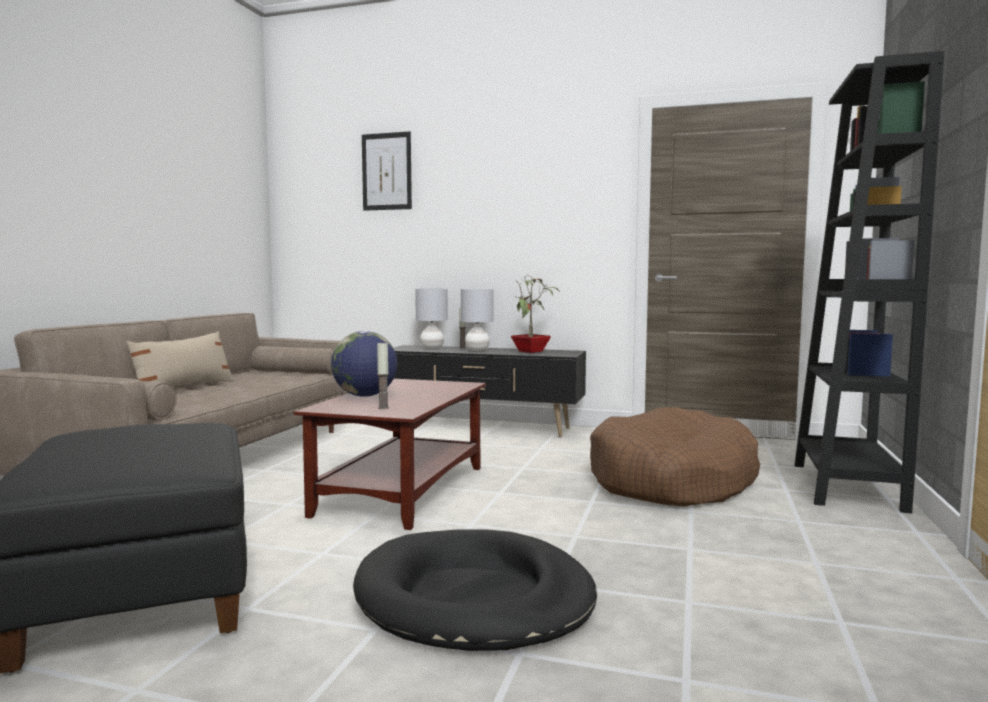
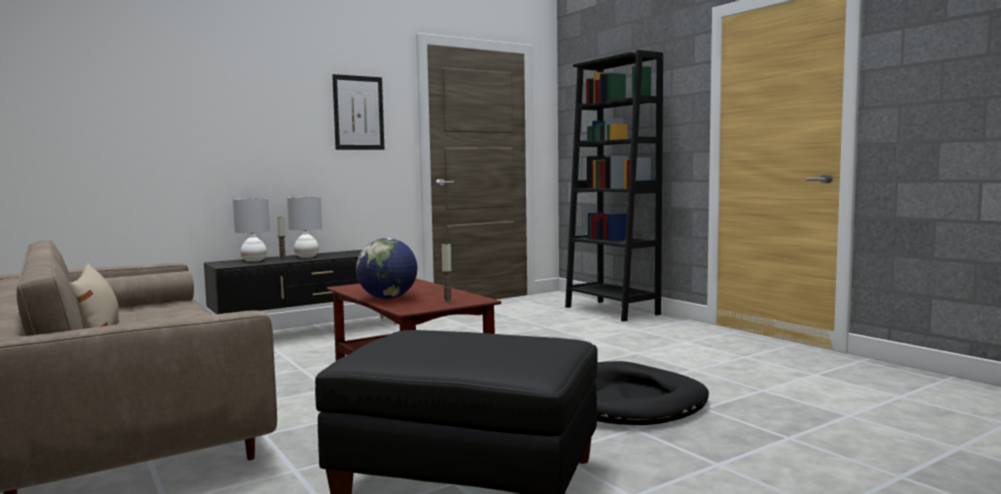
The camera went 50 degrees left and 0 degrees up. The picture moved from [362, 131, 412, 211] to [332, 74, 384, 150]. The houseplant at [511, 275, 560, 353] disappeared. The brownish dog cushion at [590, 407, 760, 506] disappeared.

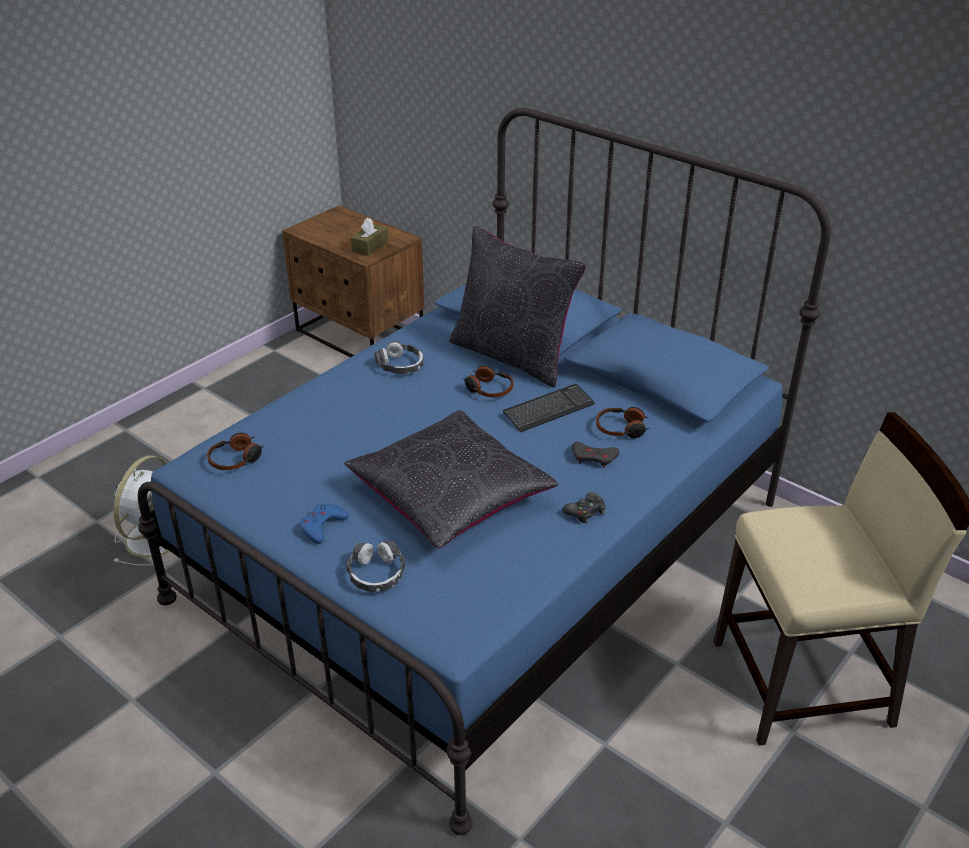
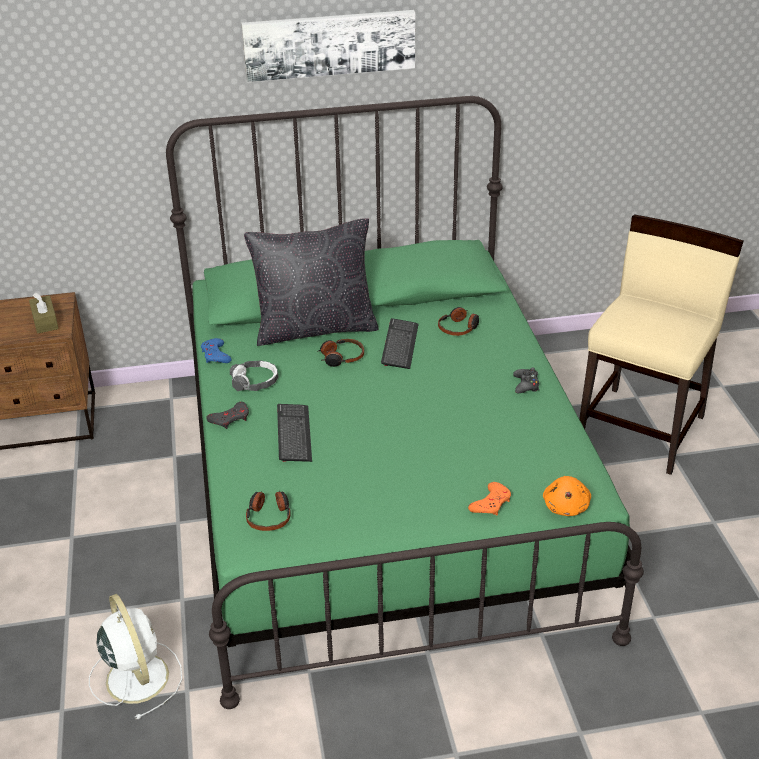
The camera went 50 degrees left and 0 degrees up. The blue-coloured bed at [138, 108, 831, 835] became the green bed at [166, 96, 644, 709]. The blue-coloured gamepad moved from [300, 503, 349, 544] to [201, 338, 232, 363]. The blackish throw pillow at [344, 410, 558, 549] disappeared. The pair of headphones at [347, 541, 405, 592] was replaced by the orange-coloured gamepad at [468, 482, 511, 515]. The grey gamepad moved from [572, 442, 619, 468] to [206, 402, 249, 429]. The picture at [242, 10, 415, 82] appeared. The PC keyboard at [277, 404, 312, 462] appeared. The orange-coloured cuddly toy at [543, 476, 591, 516] appeared.

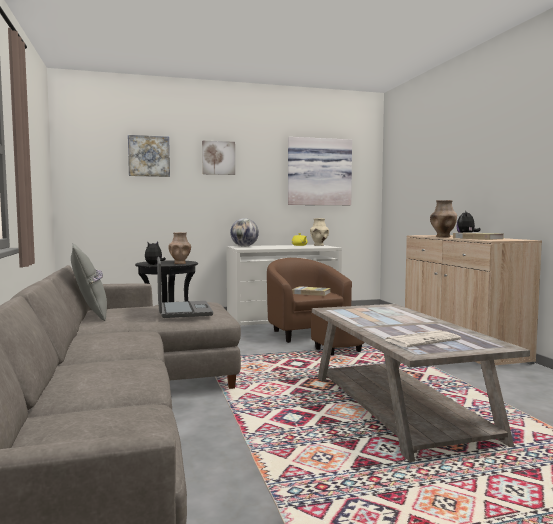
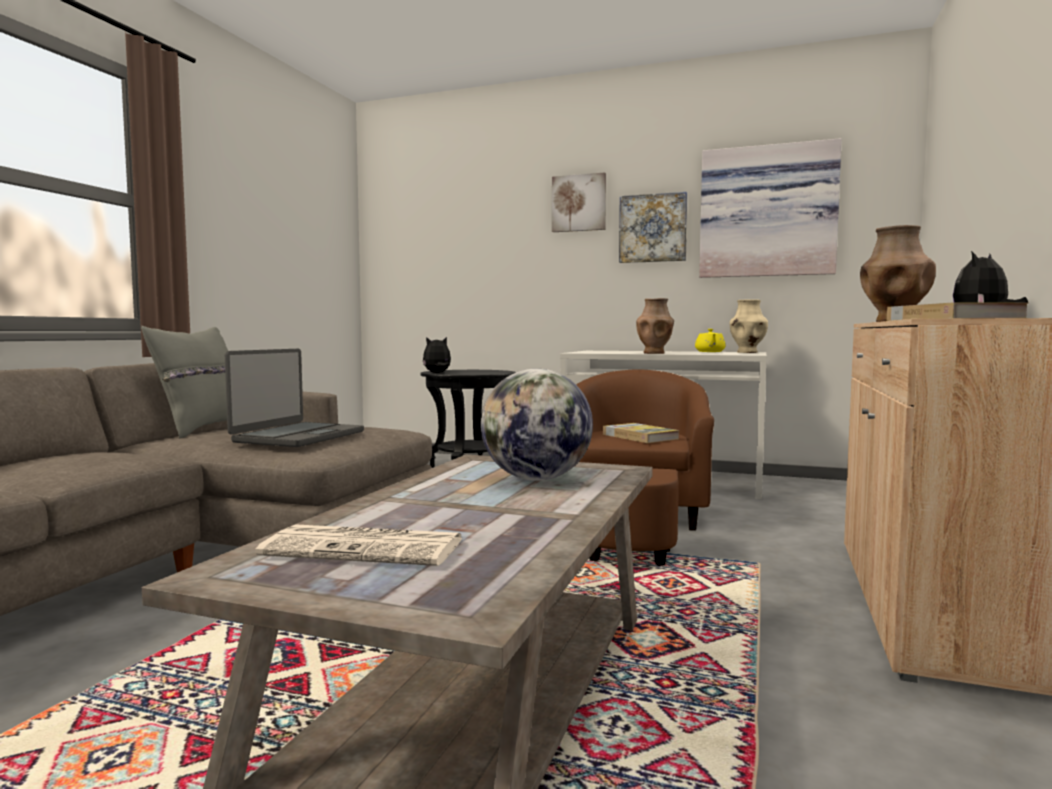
The camera went 35 degrees right and 0 degrees up. The picture moved from [128, 135, 170, 177] to [619, 192, 687, 263]. The brownish decorative vase moved from [169, 232, 191, 264] to [636, 298, 674, 354]. The desk globe moved from [230, 218, 259, 247] to [481, 368, 593, 481].

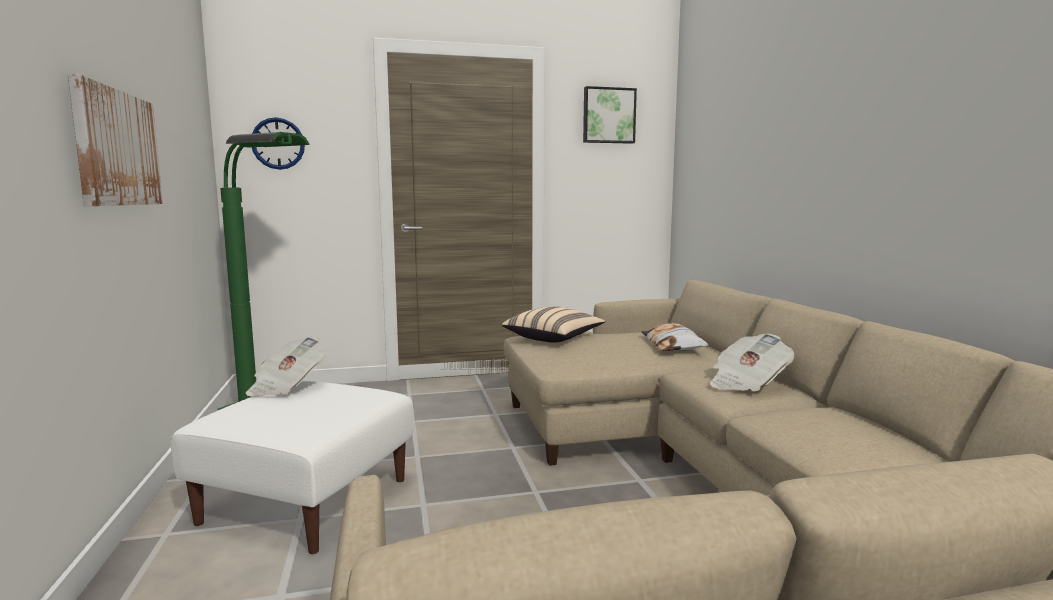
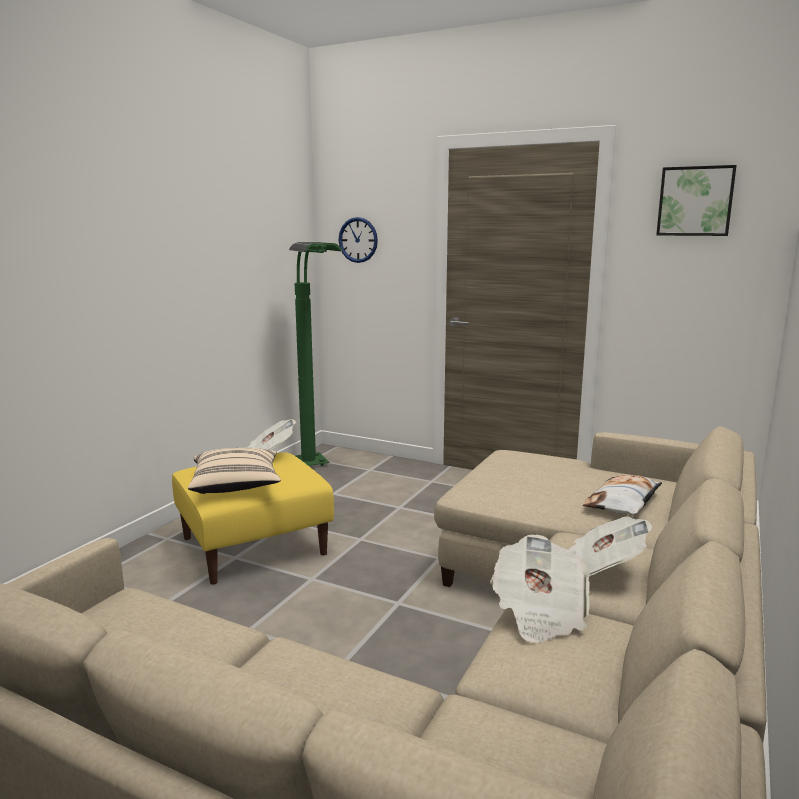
The camera went 40 degrees right and 5 degrees up. The picture at [68, 74, 163, 206] disappeared. The white ottoman at [171, 381, 414, 554] became the yellowish ottoman at [172, 452, 334, 584]. The sand-coloured throw pillow moved from [502, 306, 605, 343] to [188, 448, 281, 494]. The daily paper at [491, 535, 590, 643] appeared.

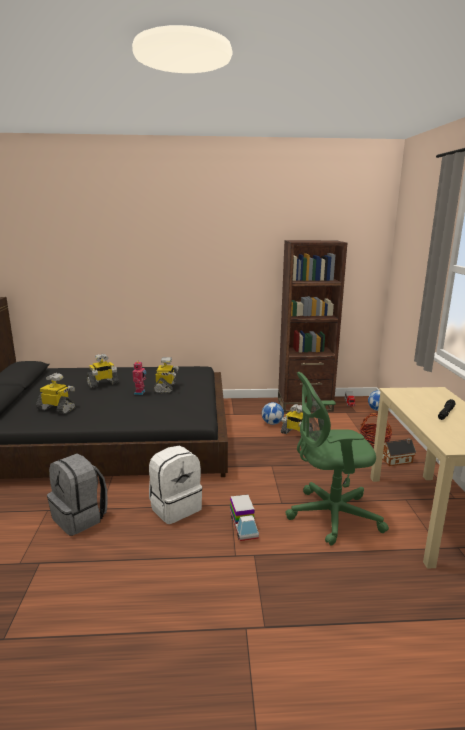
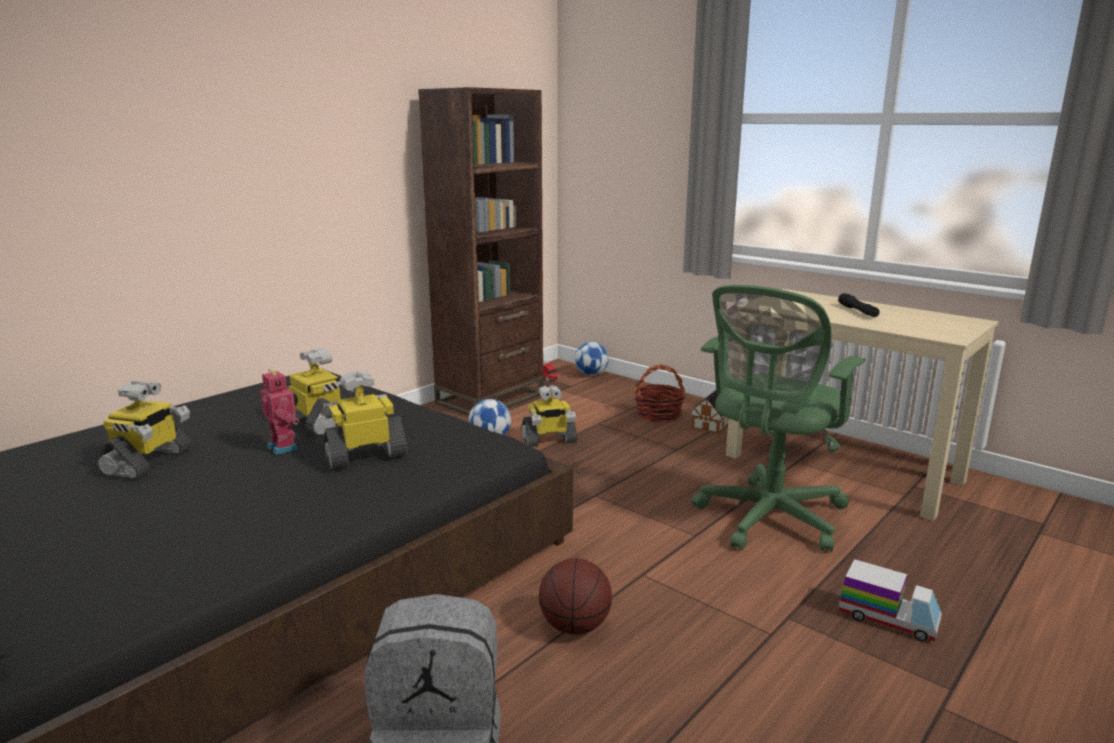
The camera went 45 degrees left and 0 degrees up. The robot figure moved from [36, 373, 76, 414] to [323, 371, 407, 469]. The white backpack at [149, 446, 202, 524] was replaced by the basketball ball at [539, 558, 612, 635]. The model truck moved from [230, 494, 259, 541] to [838, 559, 942, 641].

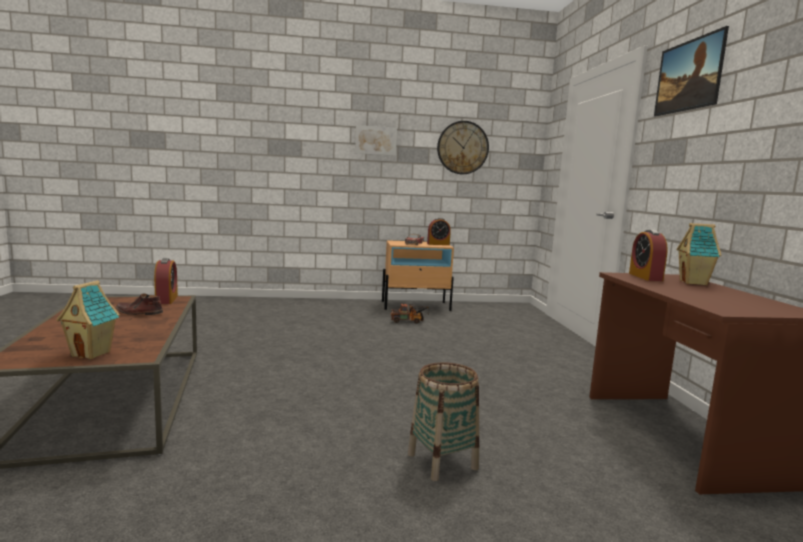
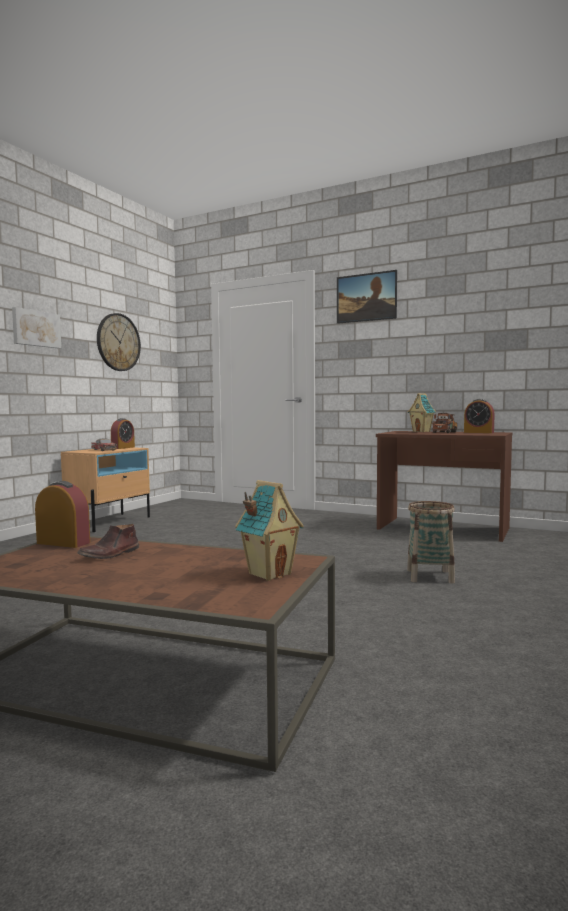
The camera went 55 degrees left and 5 degrees down. The model truck moved from [391, 304, 429, 324] to [432, 413, 458, 433]. The bedside clock moved from [629, 230, 668, 281] to [464, 399, 495, 433].

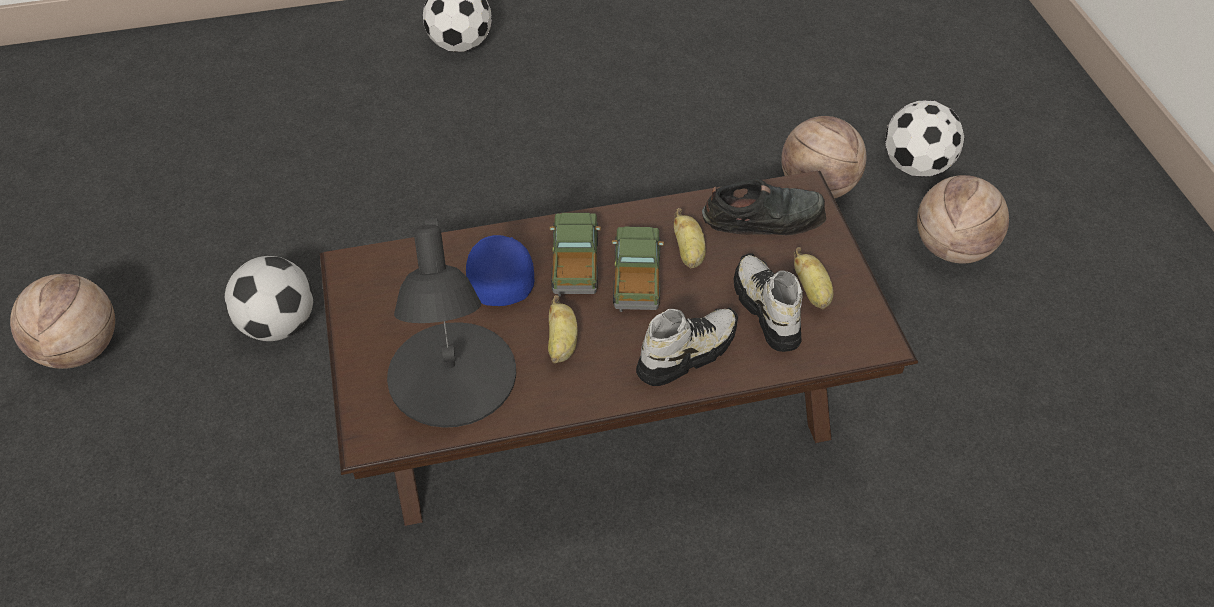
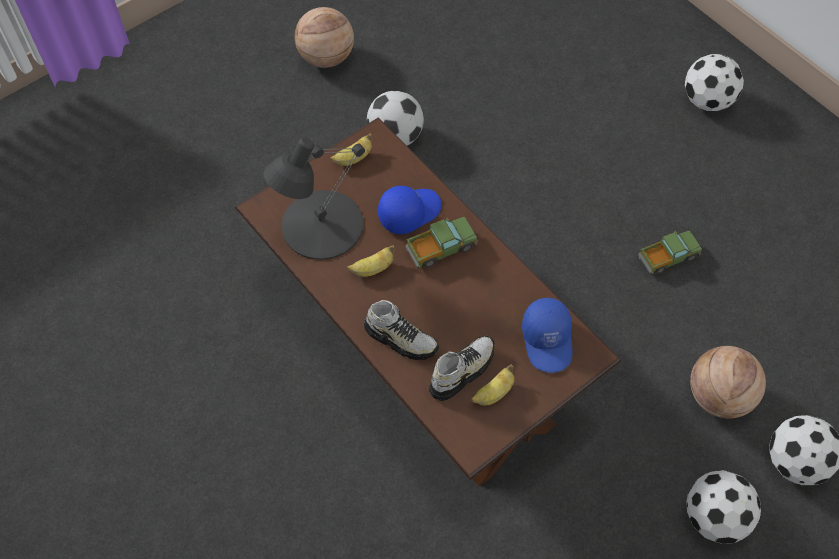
The camera went 65 degrees right and 10 degrees up. The model truck moved from [612, 227, 664, 312] to [638, 231, 702, 274]. The whole banana moved from [674, 208, 706, 268] to [330, 133, 372, 166]. The blackish shoe at [702, 179, 826, 235] was replaced by the blue-coloured cap at [522, 298, 572, 373]. The basketball ball at [917, 175, 1009, 264] was replaced by the football at [687, 470, 761, 544].

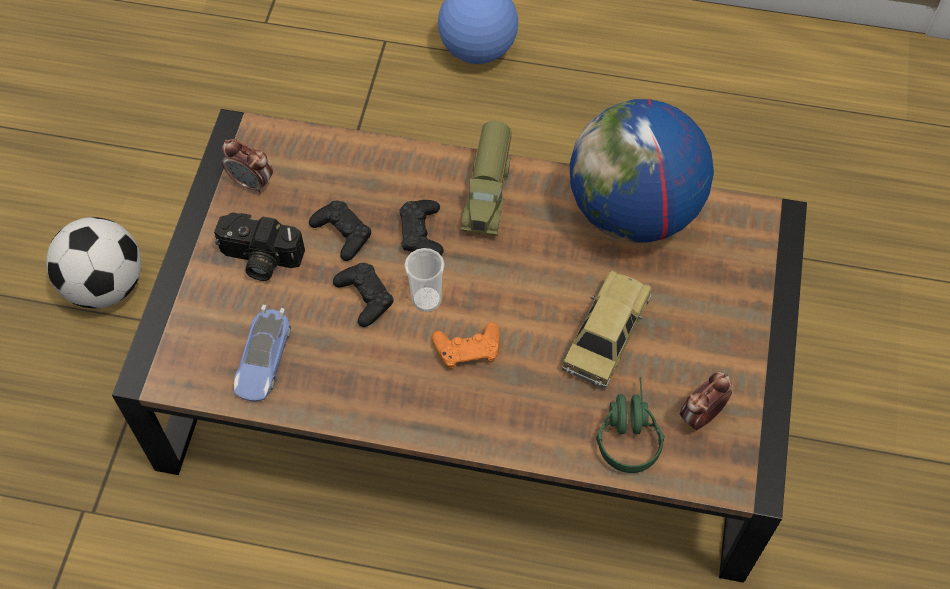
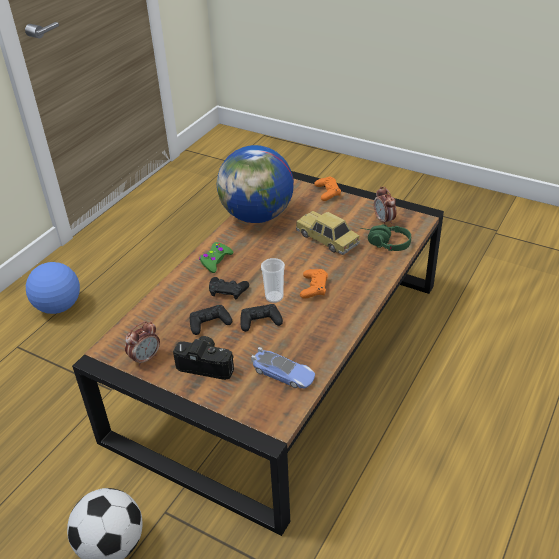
The camera went 70 degrees left and 20 degrees down. The still camera at [214, 213, 305, 281] turned 105 degrees counterclockwise. The model truck at [461, 121, 512, 236] was replaced by the green gamepad at [199, 242, 234, 273]. The orange-coloured gamepad at [314, 177, 341, 201] appeared.

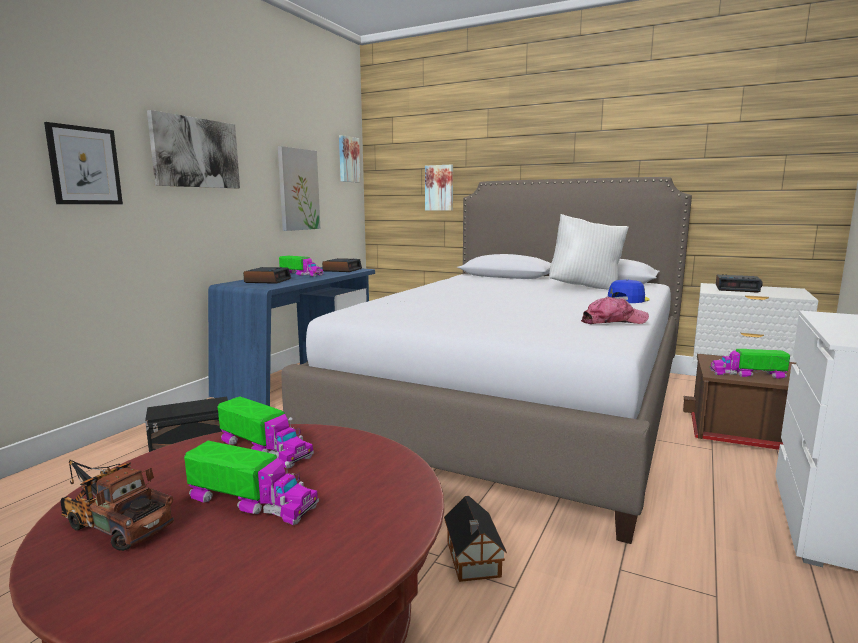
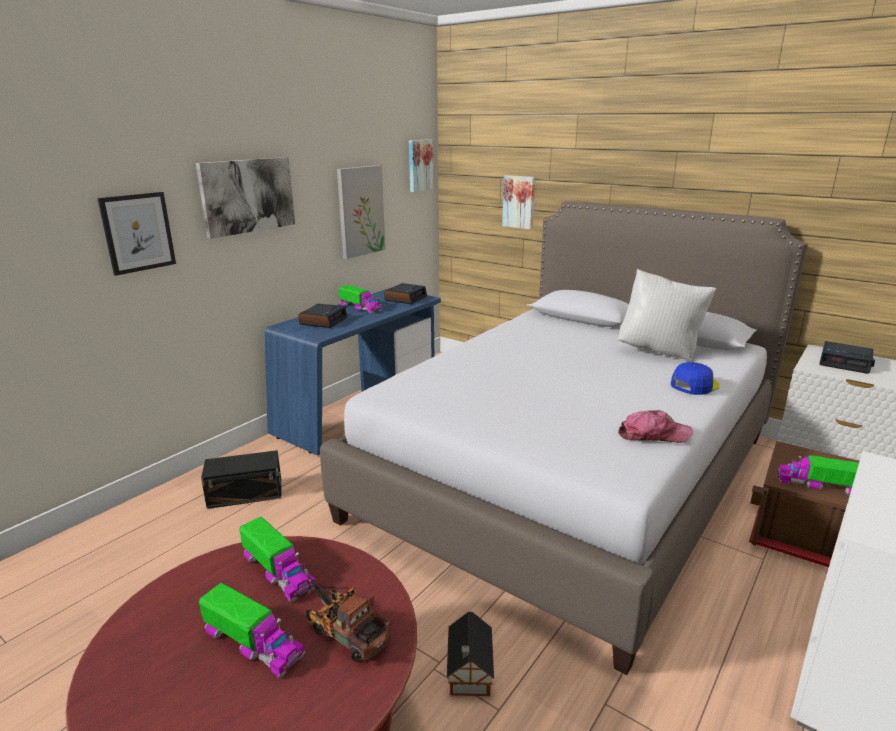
The camera went 10 degrees right and 10 degrees up. The model truck moved from [60, 460, 174, 551] to [306, 578, 391, 662].

